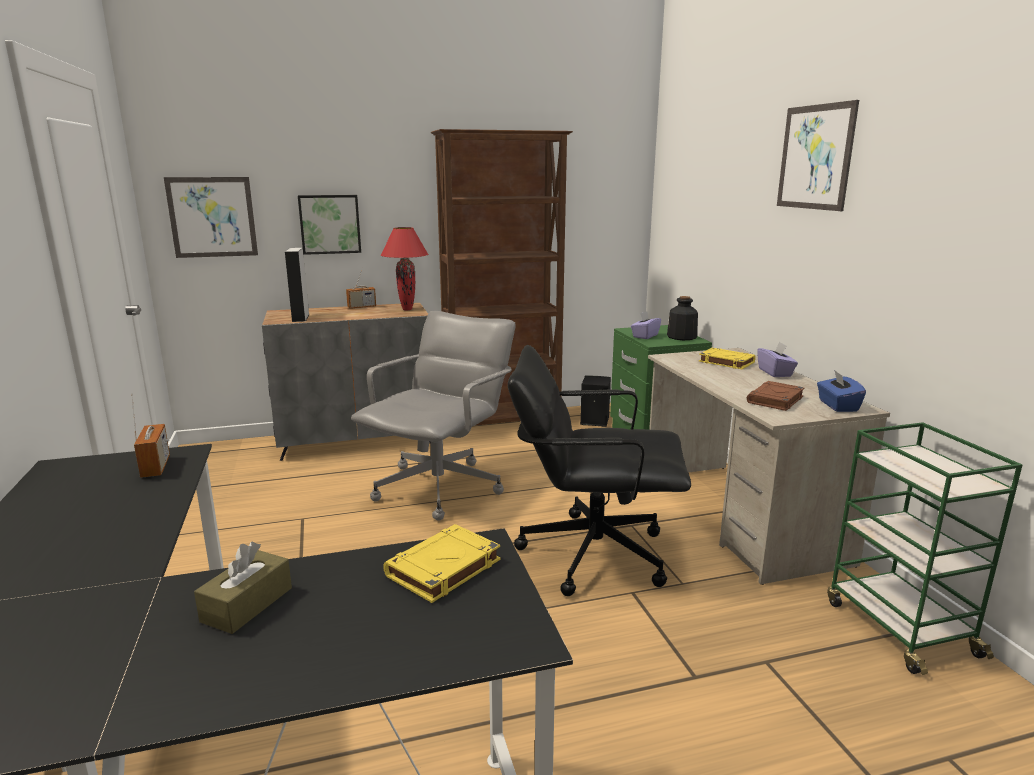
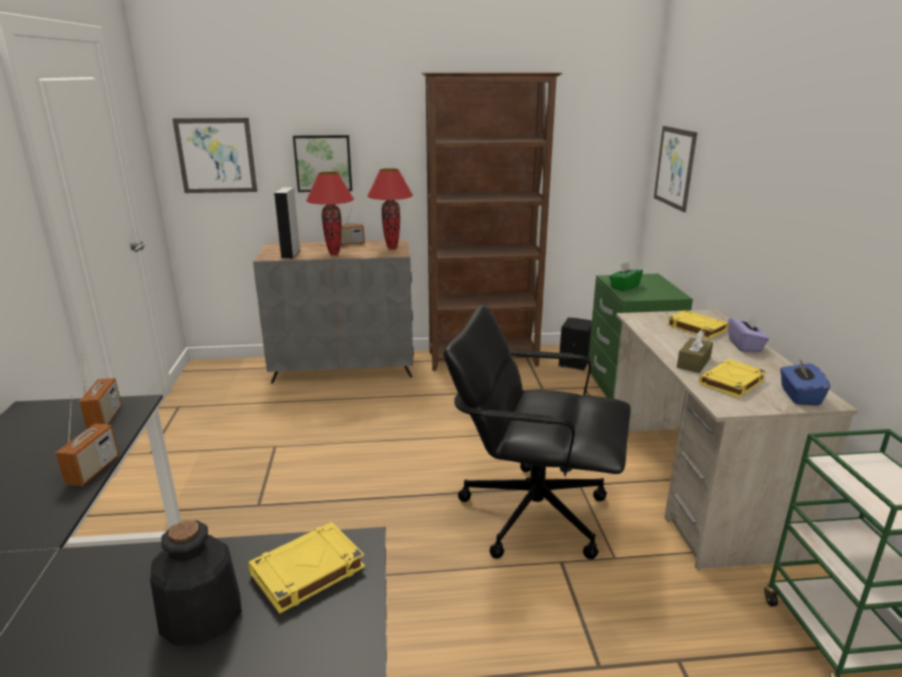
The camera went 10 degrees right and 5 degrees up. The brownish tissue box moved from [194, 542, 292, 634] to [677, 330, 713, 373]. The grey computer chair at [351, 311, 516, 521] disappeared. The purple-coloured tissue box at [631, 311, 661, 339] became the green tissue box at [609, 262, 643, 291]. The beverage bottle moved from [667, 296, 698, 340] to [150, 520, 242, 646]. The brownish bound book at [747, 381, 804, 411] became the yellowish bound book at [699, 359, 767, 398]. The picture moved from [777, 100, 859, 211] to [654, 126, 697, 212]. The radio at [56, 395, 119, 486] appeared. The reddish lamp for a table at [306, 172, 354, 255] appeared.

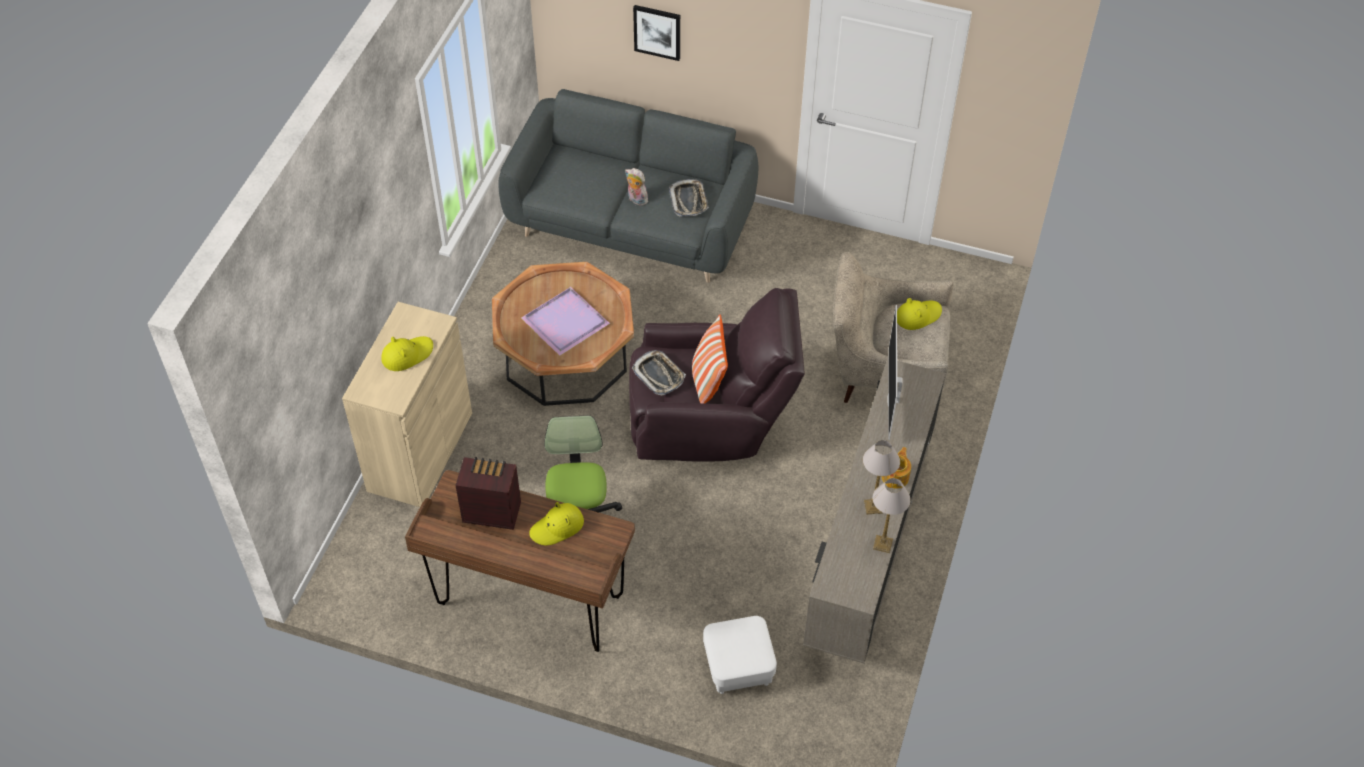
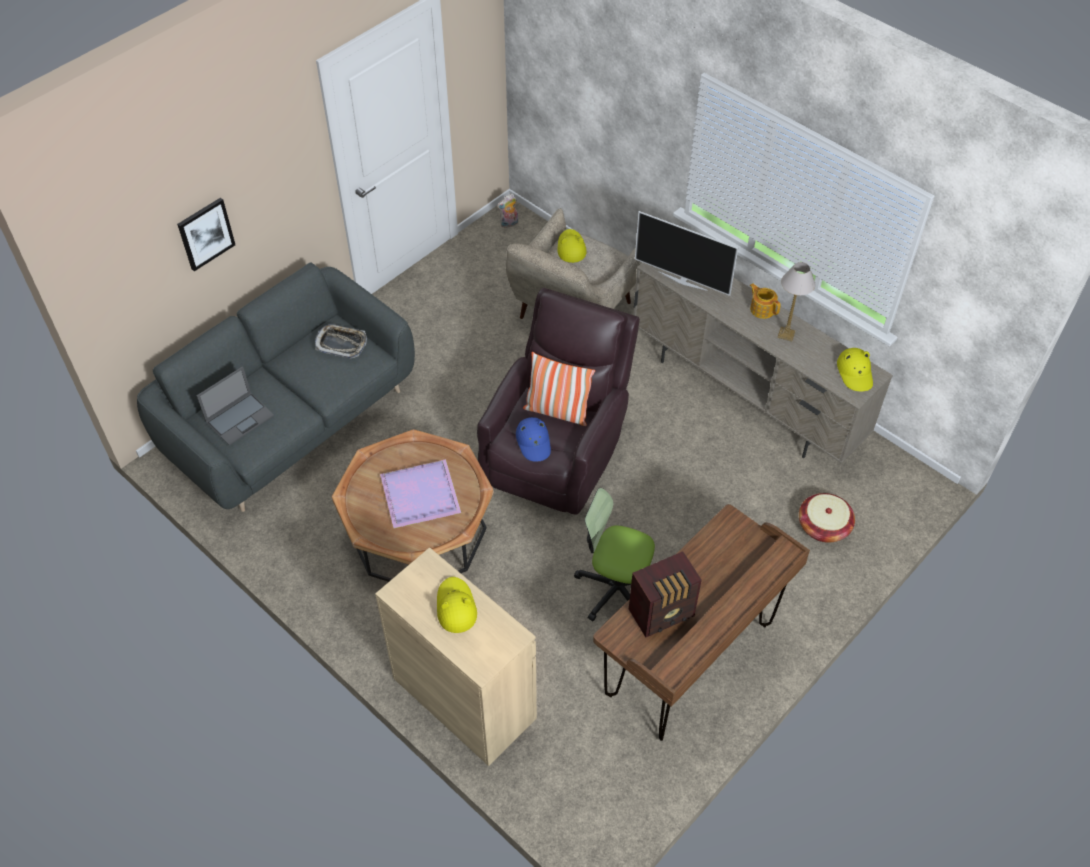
The camera went 65 degrees left and 0 degrees up. The radio at [455, 457, 521, 530] turned 150 degrees counterclockwise. The yellowish hat moved from [529, 502, 584, 546] to [837, 348, 873, 391]. The cuddly toy moved from [625, 168, 648, 206] to [497, 193, 518, 228]. The carrying tray at [632, 350, 686, 395] was replaced by the blue-coloured hat at [516, 417, 551, 462]. The white ottoman at [703, 616, 777, 694] was replaced by the storage basket at [799, 493, 855, 543]. The lamp for a table at [872, 478, 911, 553] disappeared. The notebook computer at [197, 366, 274, 445] appeared.

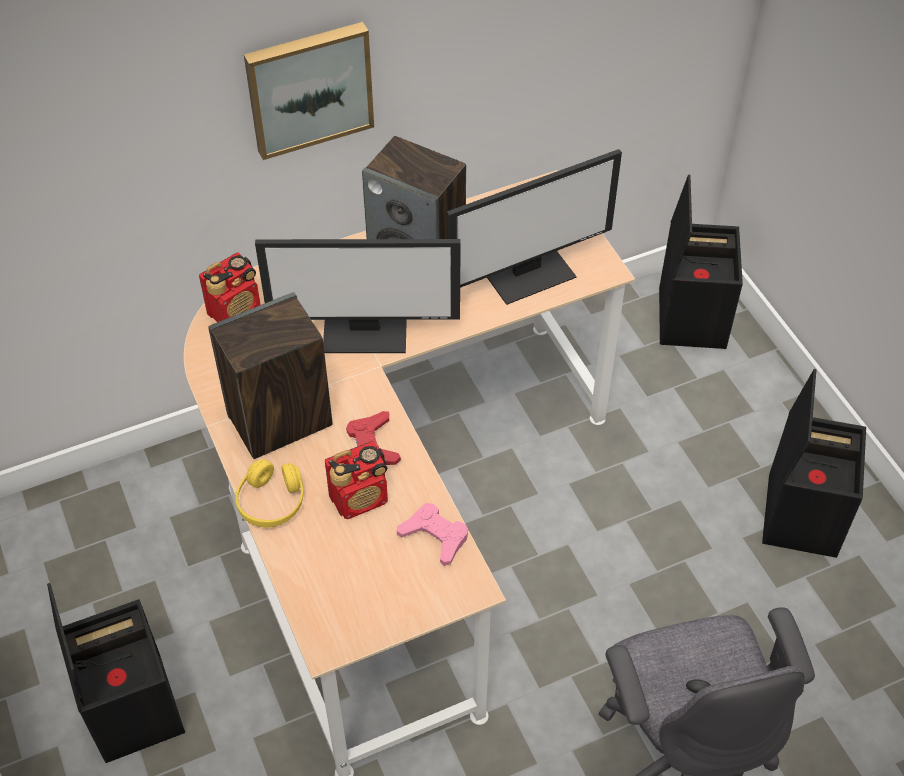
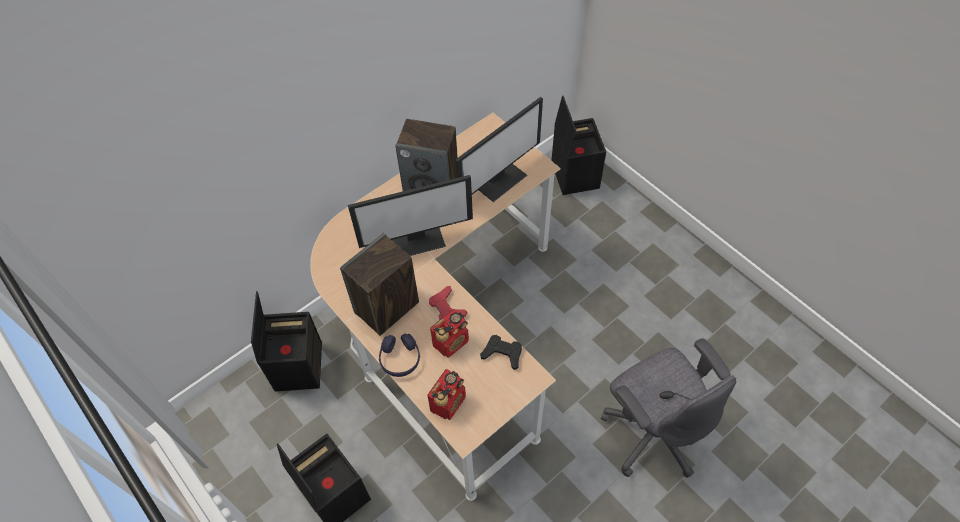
The camera went 15 degrees left and 5 degrees up. The radio moved from [199, 252, 261, 322] to [427, 369, 466, 420]. The yellowish pair of headphones at [235, 459, 303, 527] became the purple-coloured pair of headphones at [379, 333, 420, 377]. The picture at [244, 22, 374, 160] disappeared. The pink-coloured gamepad at [397, 503, 468, 566] became the blackish gamepad at [480, 335, 522, 370]. The blackish storage bin moved from [762, 369, 866, 558] to [251, 291, 322, 392].

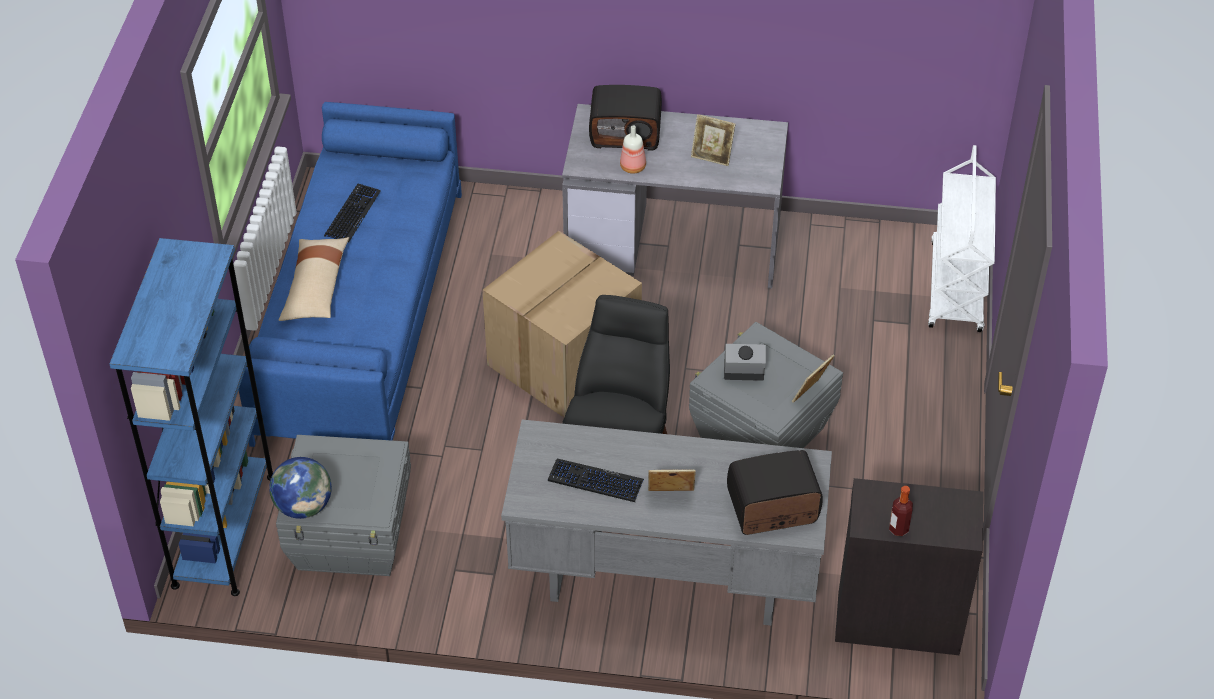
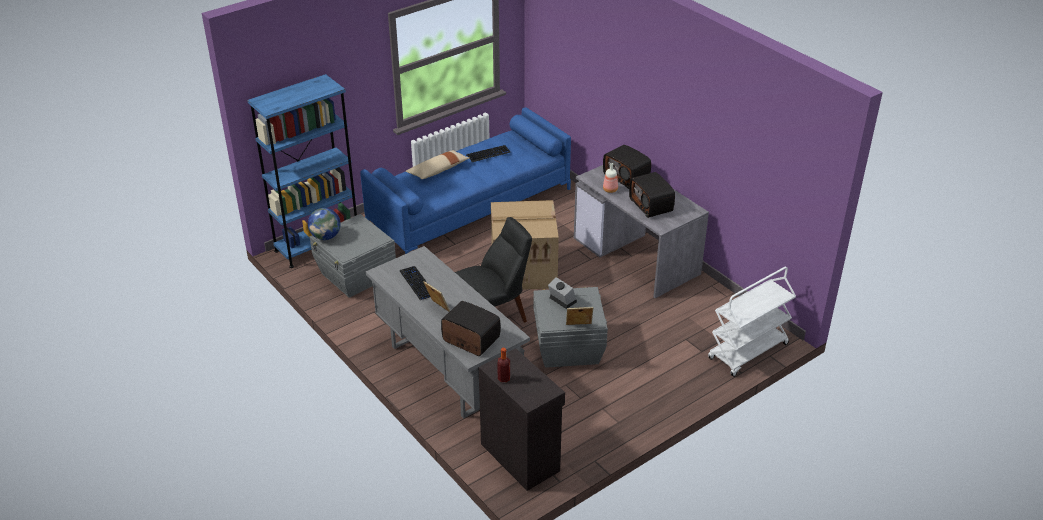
The camera went 45 degrees right and 10 degrees down. The standing frame at [691, 114, 736, 166] was replaced by the radio at [629, 172, 675, 218].

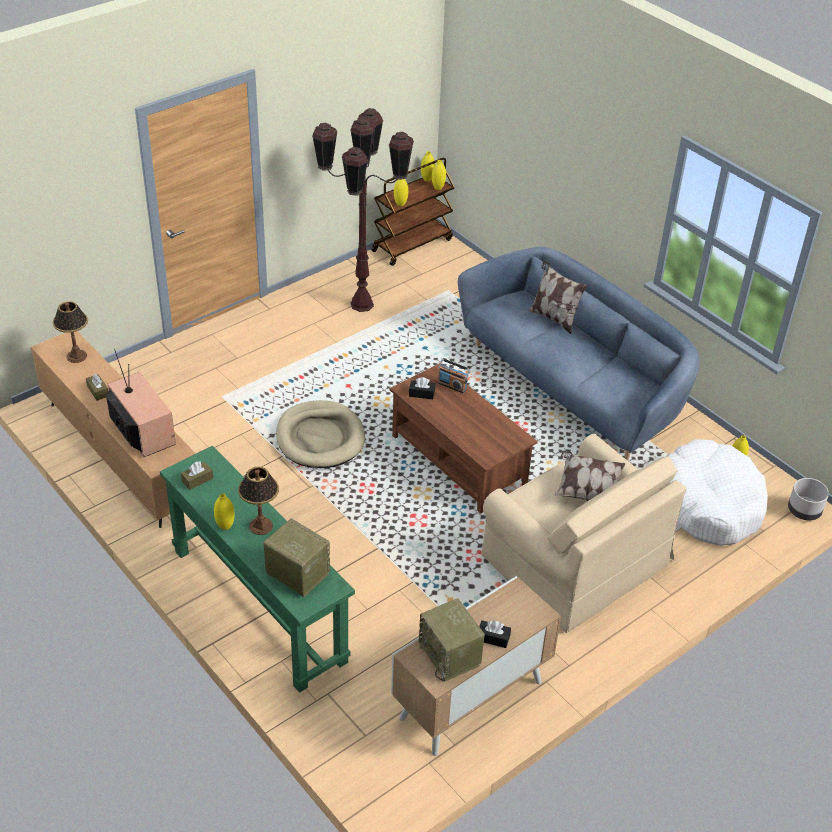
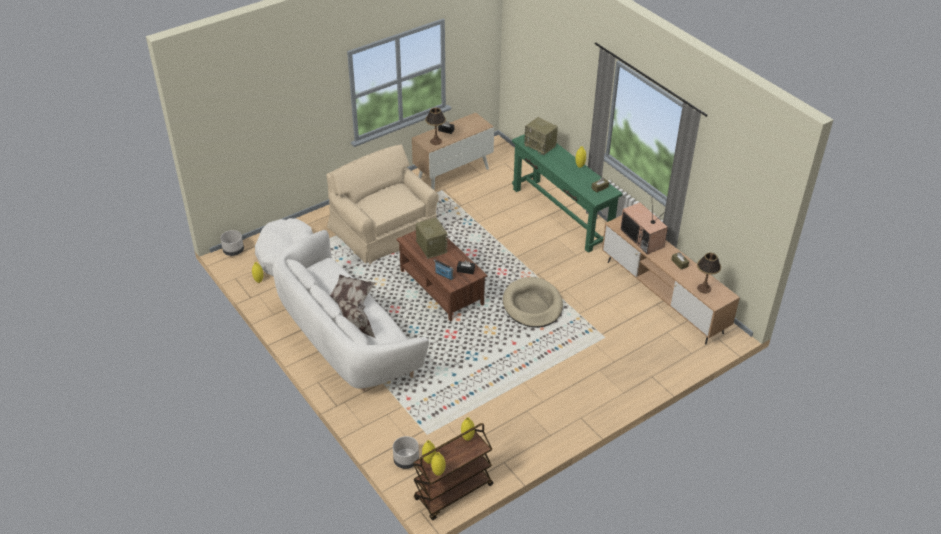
The camera went 175 degrees left and 0 degrees up. The lamp for a table moved from [238, 467, 279, 535] to [425, 108, 446, 145]. The brownish standard lamp at [312, 108, 414, 312] disappeared. The radio moved from [419, 598, 485, 682] to [416, 217, 448, 259]. The blue-coloured settee at [458, 247, 699, 461] became the white settee at [273, 230, 429, 391]. The throw pillow moved from [555, 451, 625, 501] to [330, 275, 377, 310]. The grey plant pot at [393, 436, 419, 469] appeared.

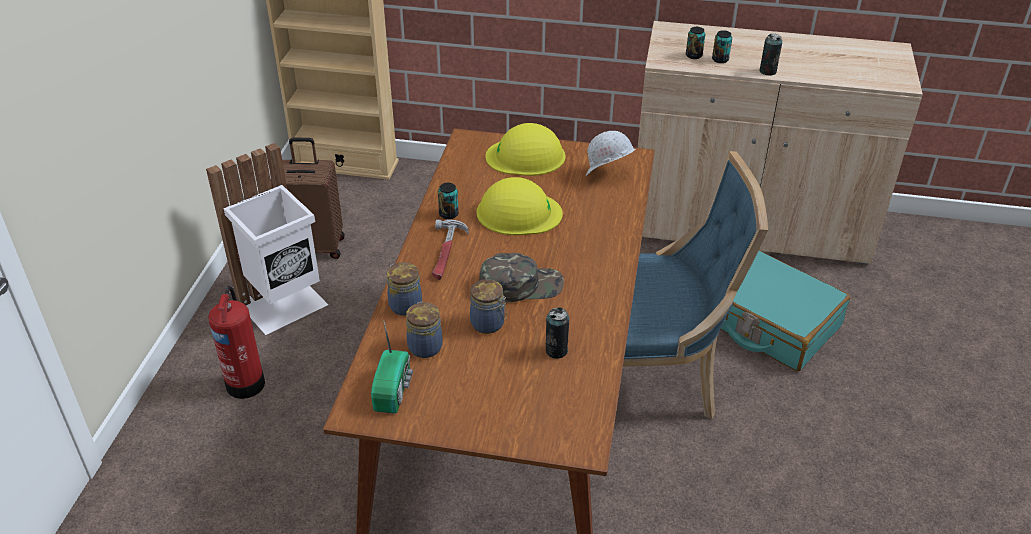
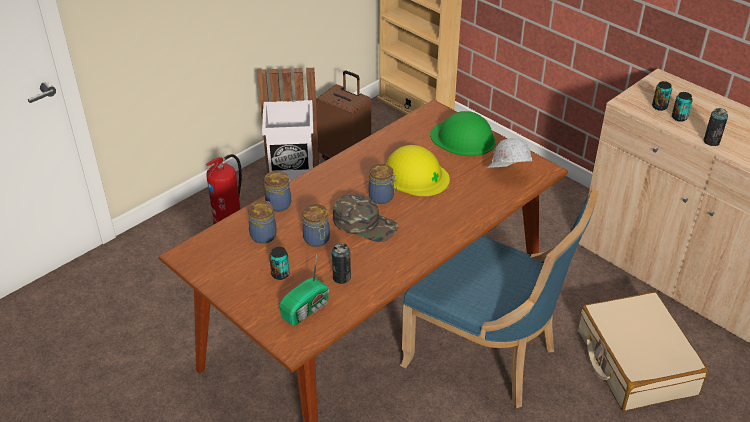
The camera went 35 degrees right and 0 degrees up. The radio moved from [371, 319, 413, 414] to [280, 254, 329, 326]. The hand hammer at [432, 219, 469, 280] disappeared. The sealed can moved from [438, 183, 459, 219] to [269, 247, 290, 280]. The yellowish work helmet at [485, 123, 565, 176] became the green work helmet at [430, 111, 496, 156]. The blue-green travel case at [721, 251, 850, 371] became the sand-coloured travel case at [578, 292, 708, 411]. The jar at [369, 164, 397, 204] appeared.

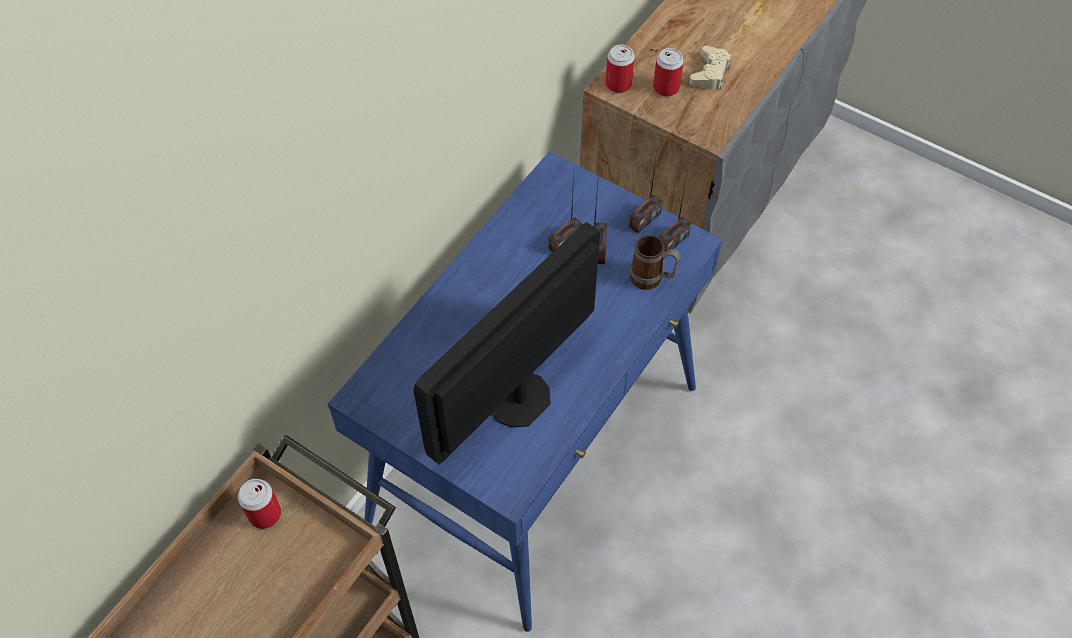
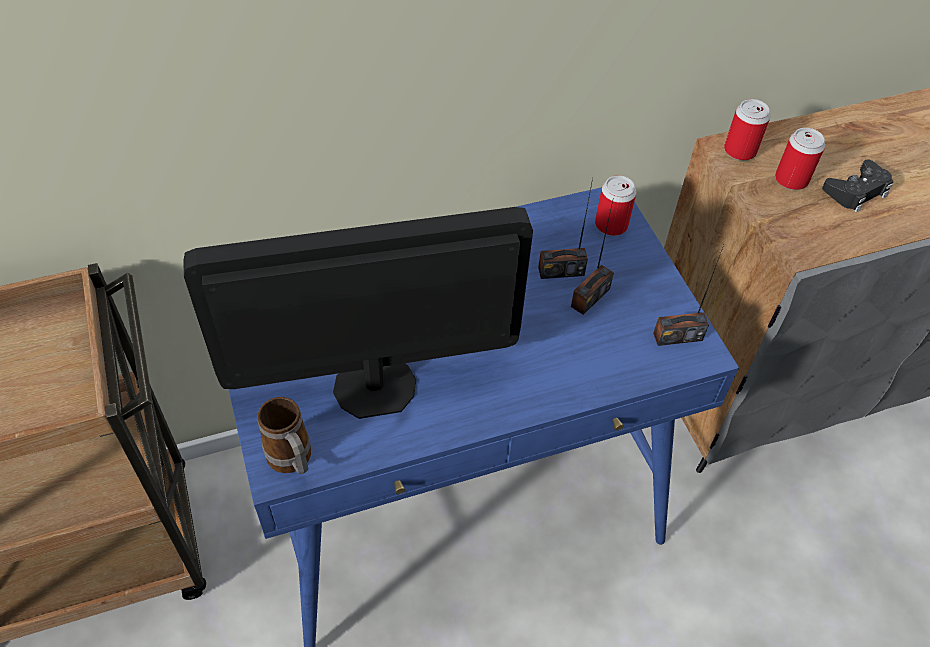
The camera went 35 degrees right and 5 degrees down. The sealed can moved from [238, 479, 281, 529] to [595, 175, 636, 236]. The radio at [629, 152, 663, 233] disappeared. The coffee mug moved from [630, 235, 680, 290] to [257, 397, 311, 474]. The sand-coloured gamepad at [689, 46, 731, 90] became the blackish gamepad at [822, 159, 894, 212].

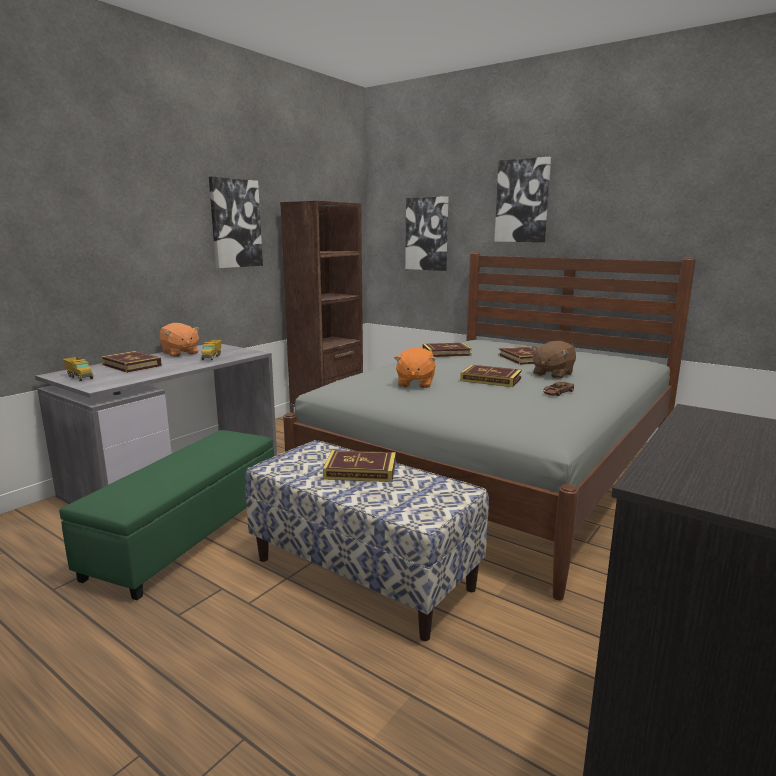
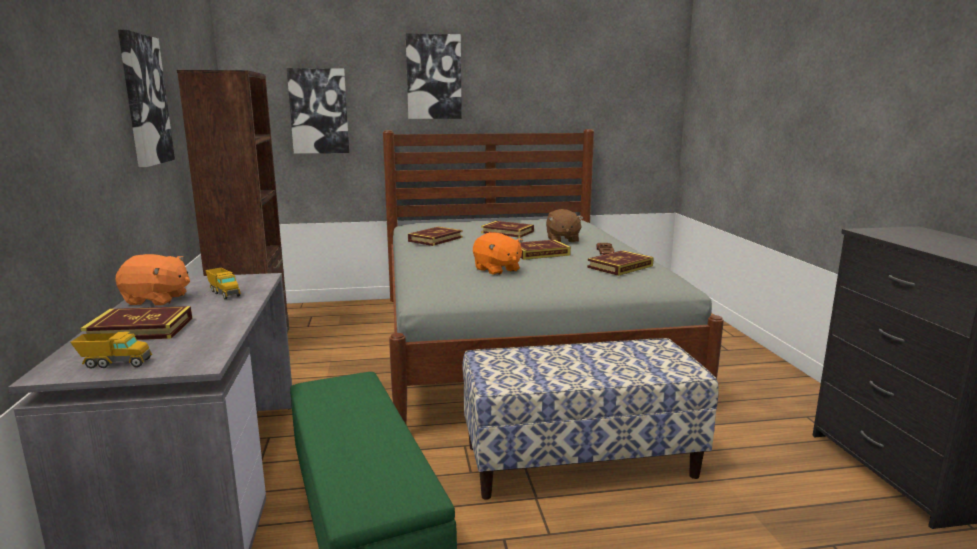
The camera went 45 degrees left and 0 degrees up. The bound book moved from [323, 450, 396, 482] to [587, 250, 654, 276].

